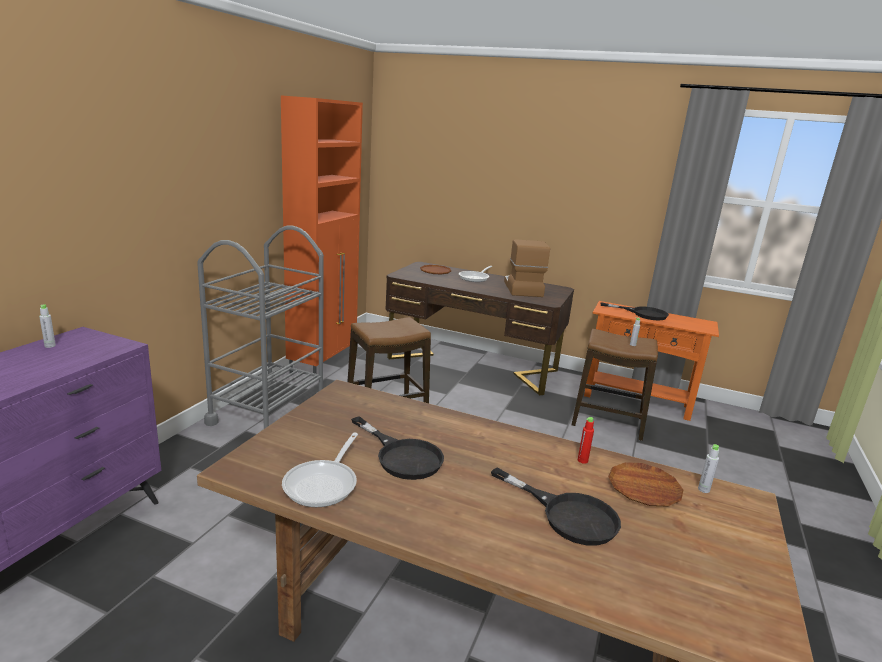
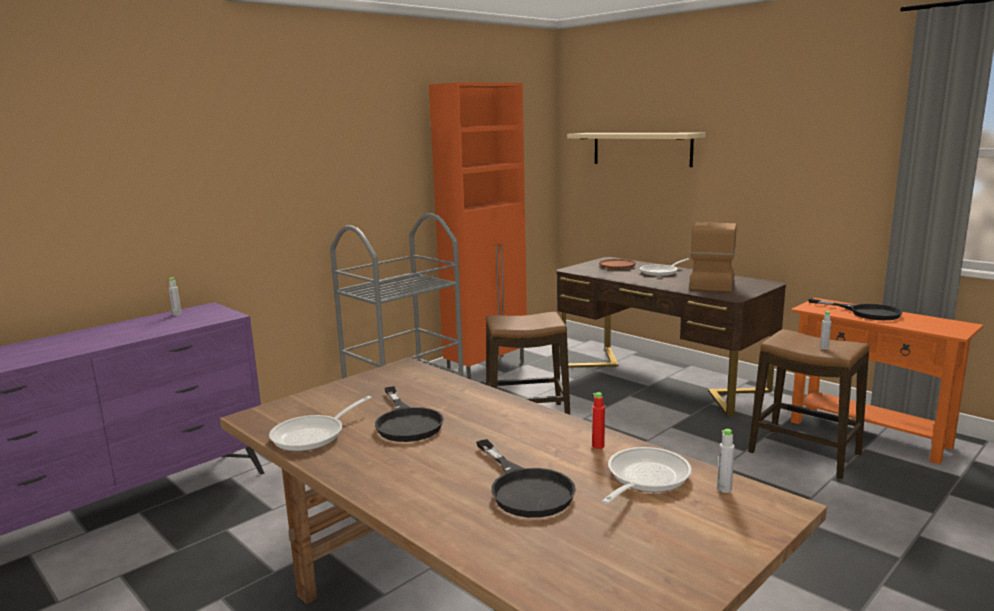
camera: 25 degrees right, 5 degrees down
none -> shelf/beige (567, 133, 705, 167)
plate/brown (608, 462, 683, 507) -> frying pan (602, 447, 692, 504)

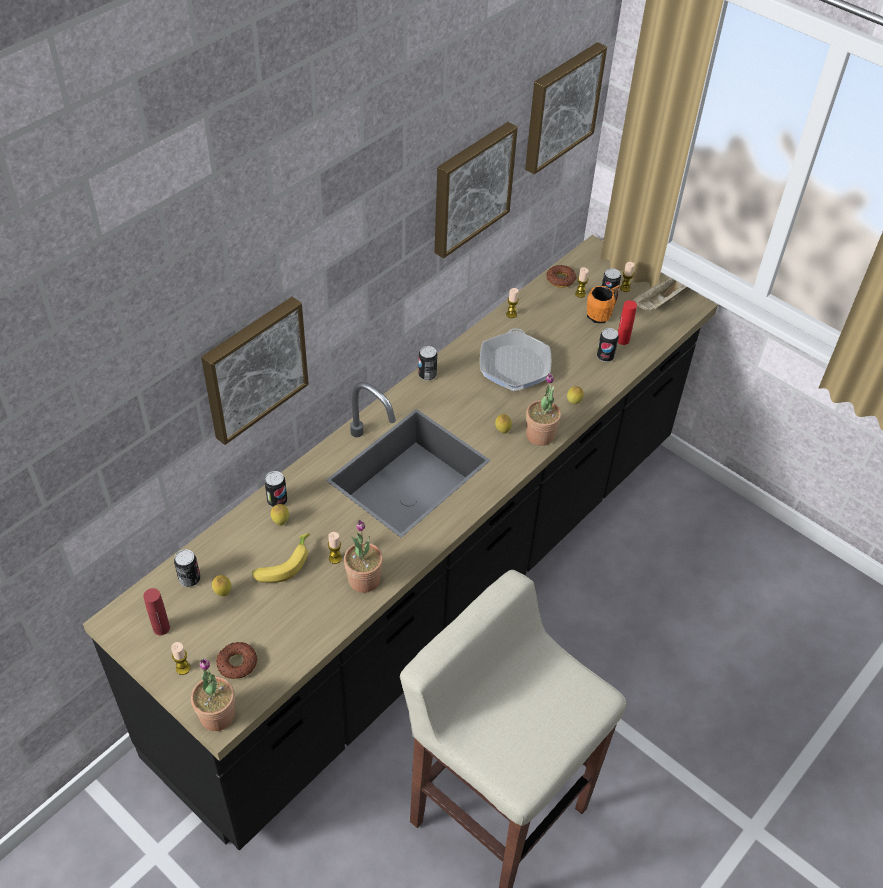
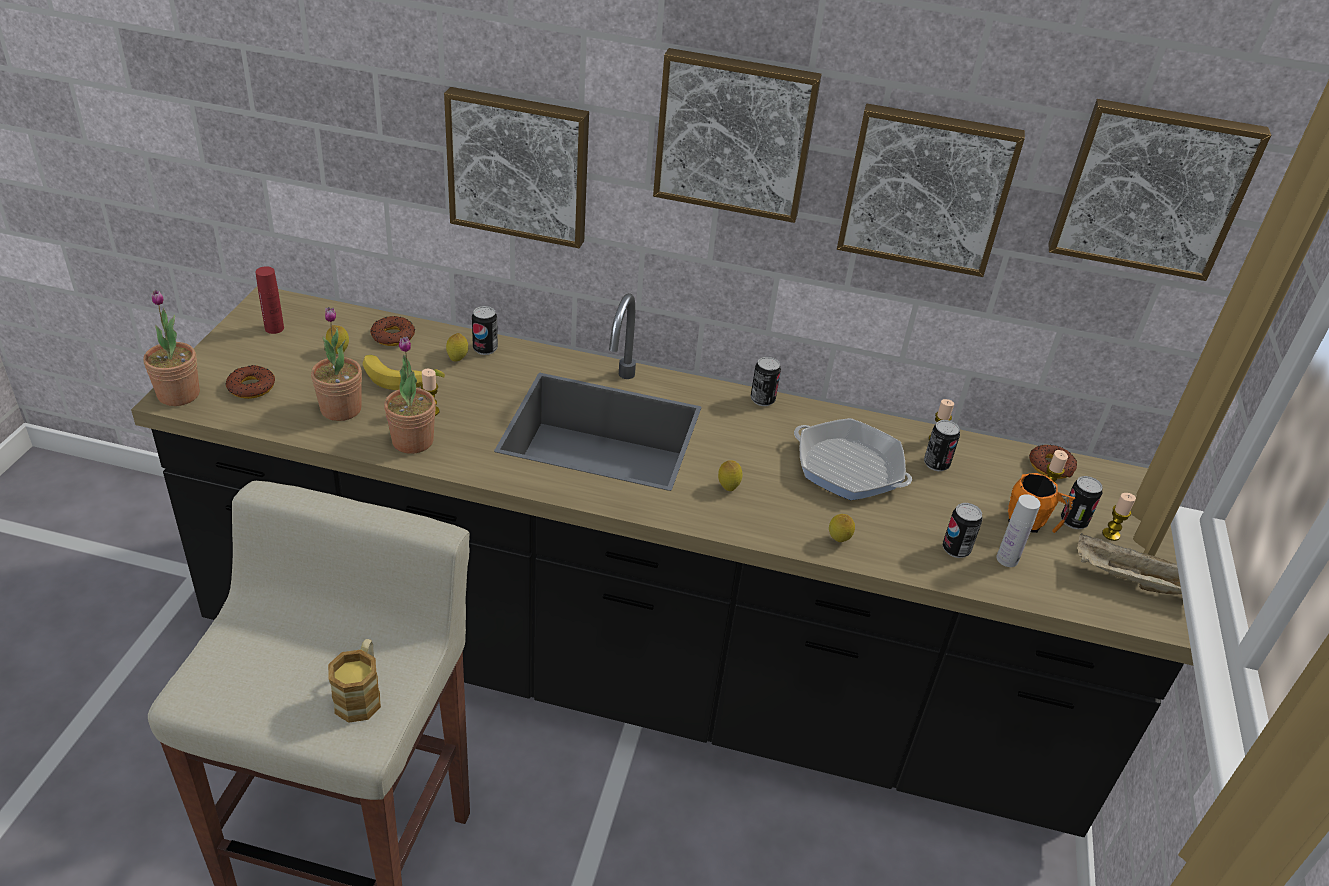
camera: 60 degrees right, 10 degrees down
potted plant (526, 373, 561, 446) -> potted plant (311, 307, 362, 421), shifted
none -> mug (328, 639, 381, 723)
none -> donut (370, 316, 415, 346)
none -> picture (653, 48, 822, 223)
frying pan (480, 328, 551, 391) -> frying pan (794, 418, 912, 500), 120 degrees counterclockwise
can (174, 549, 200, 587) -> can (924, 420, 960, 471), shifted
bottle/red (618, 300, 637, 345) -> bottle/white (996, 494, 1040, 567)
candle (171, 642, 190, 675) -> none

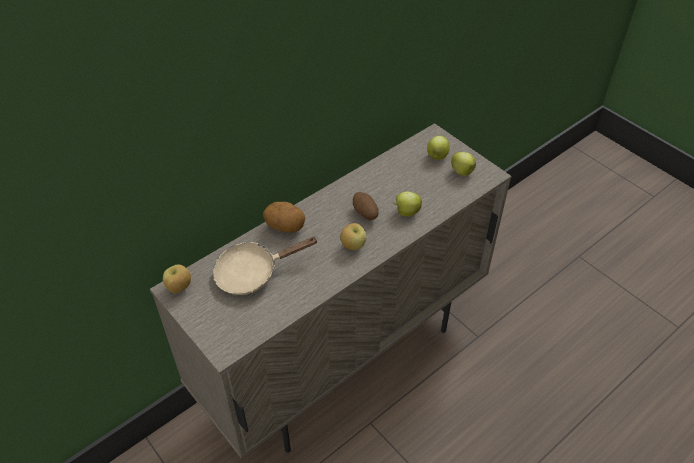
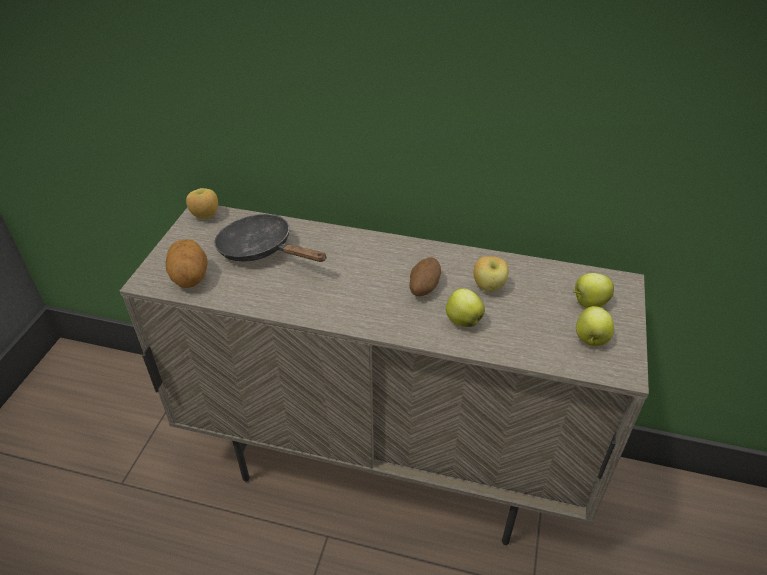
camera: 55 degrees right, 5 degrees down
potato (263, 202, 305, 232) -> potato (165, 239, 208, 288), shifted
frying pan/beige (213, 237, 317, 295) -> frying pan/black (214, 214, 327, 262)
apple (340, 223, 366, 250) -> apple (474, 256, 509, 292), shifted

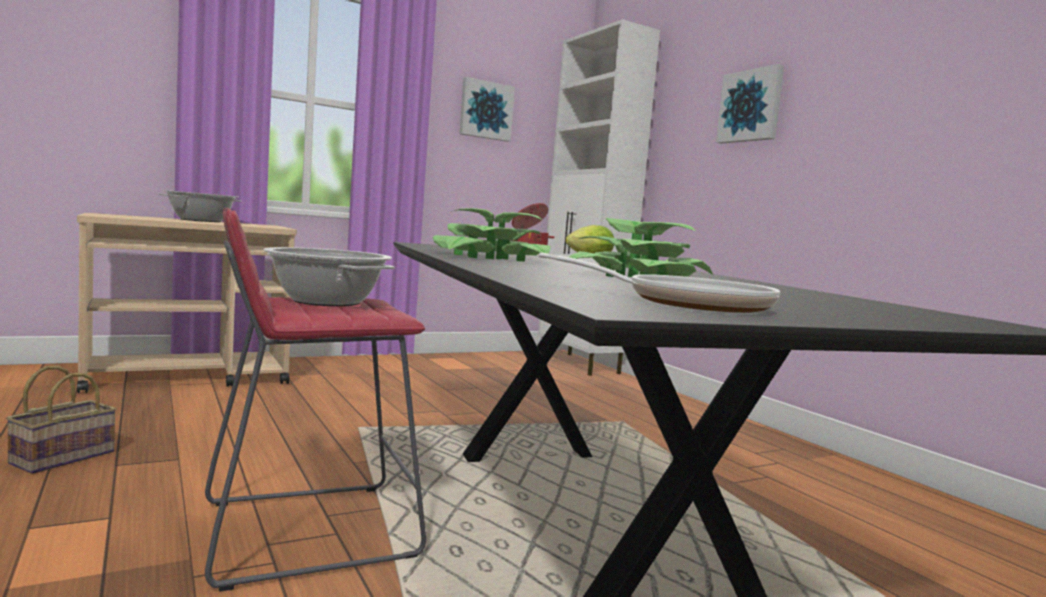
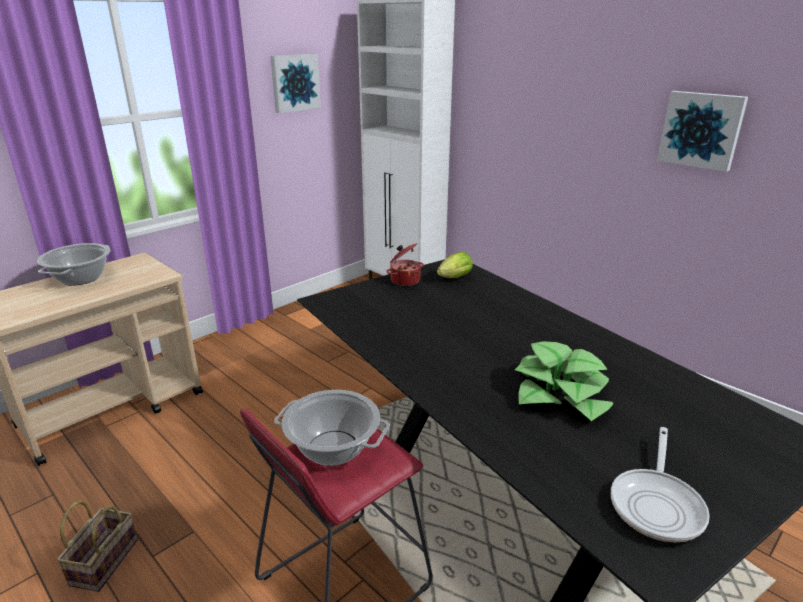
camera: 15 degrees left, 20 degrees up
frying pan (539, 253, 780, 313) -> frying pan (611, 427, 710, 542), 105 degrees clockwise
picture (716, 64, 784, 144) -> picture (657, 91, 748, 172), shifted
potted plant (433, 208, 550, 262) -> none

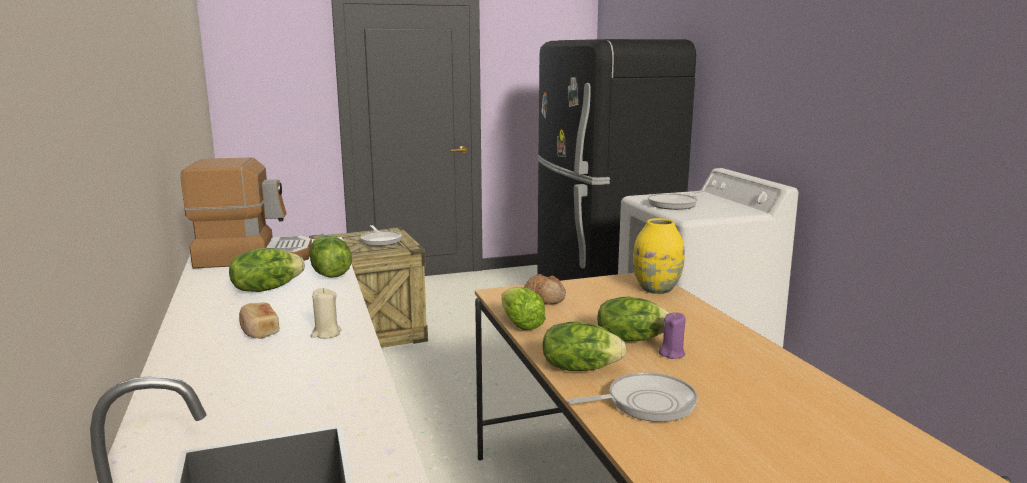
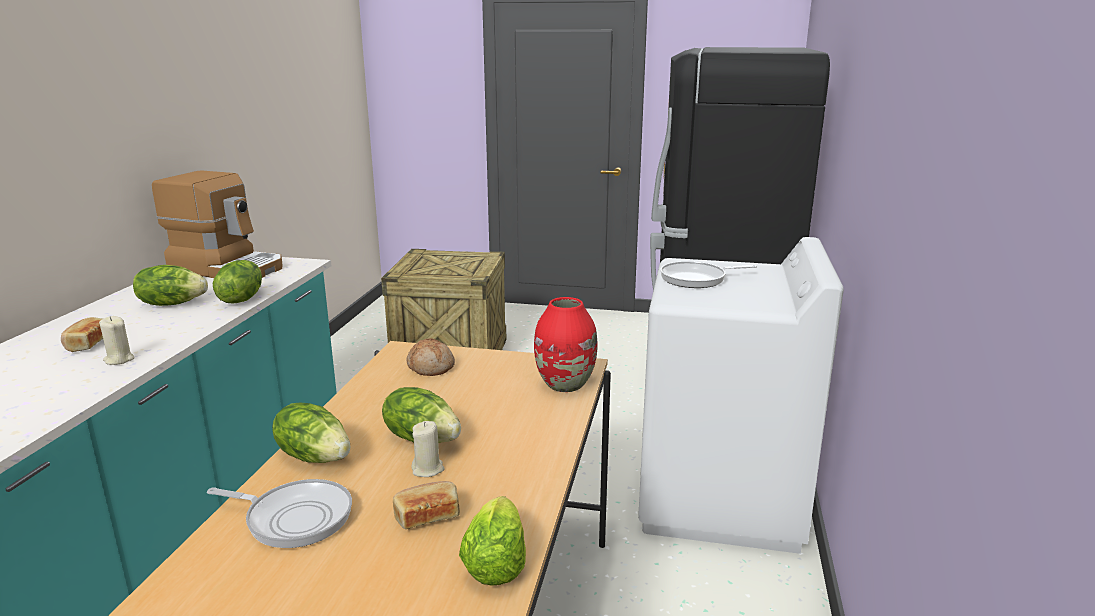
camera: 30 degrees right, 5 degrees up
none -> bread (393, 481, 460, 529)
candle/purple (659, 312, 686, 359) -> candle/beige (412, 421, 445, 477)
lettuce (501, 287, 546, 330) -> lettuce (459, 496, 526, 586), shifted
vase/yellow (633, 218, 685, 294) -> vase/red (534, 297, 598, 392)
frying pan (360, 225, 401, 246) -> none

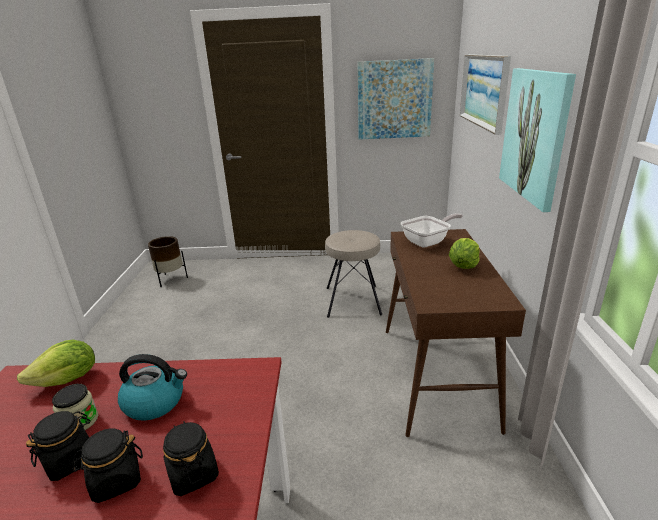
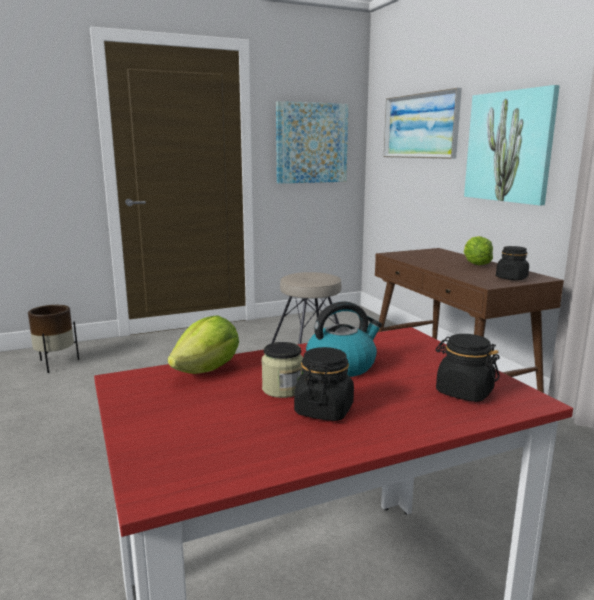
camera: 25 degrees left, 10 degrees down
jar/black (72, 428, 143, 503) -> jar/black (496, 246, 529, 280), shifted
frying pan (401, 213, 463, 248) -> none

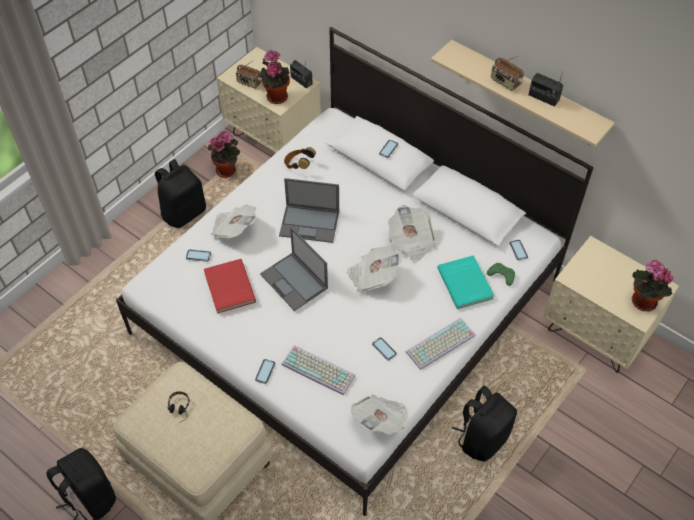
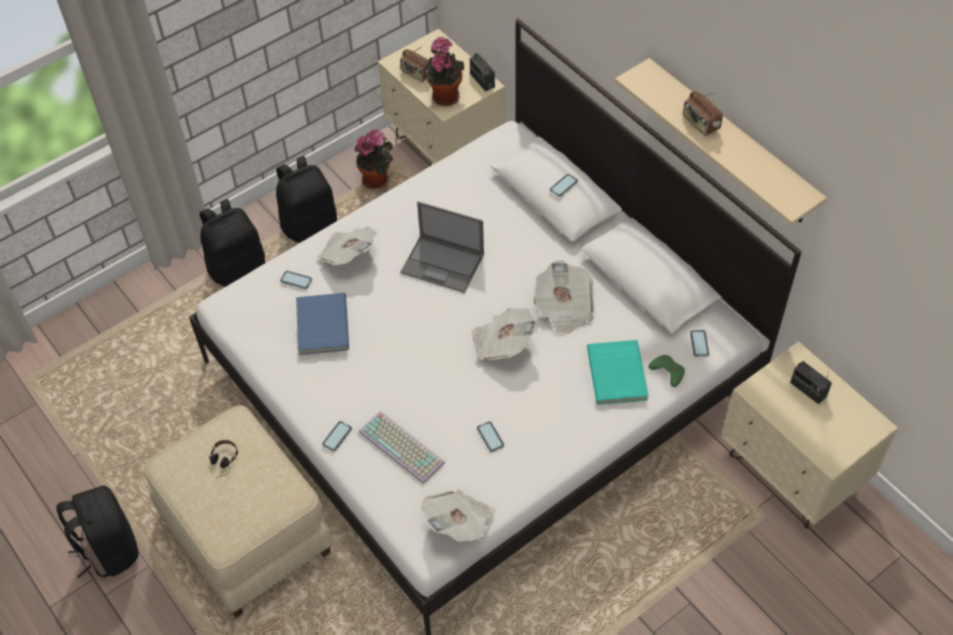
camera: 15 degrees right, 0 degrees up
backpack/black (452, 386, 517, 462) -> backpack/black (200, 199, 265, 287), shifted
book/red (204, 259, 256, 314) -> book/blue (296, 293, 349, 355)
radio (528, 73, 563, 107) -> radio (790, 361, 832, 404), shifted
laptop (260, 227, 328, 311) -> none
headphones (284, 147, 316, 169) -> none
keyboard (406, 318, 476, 370) -> none
potted plant (632, 260, 673, 311) -> none

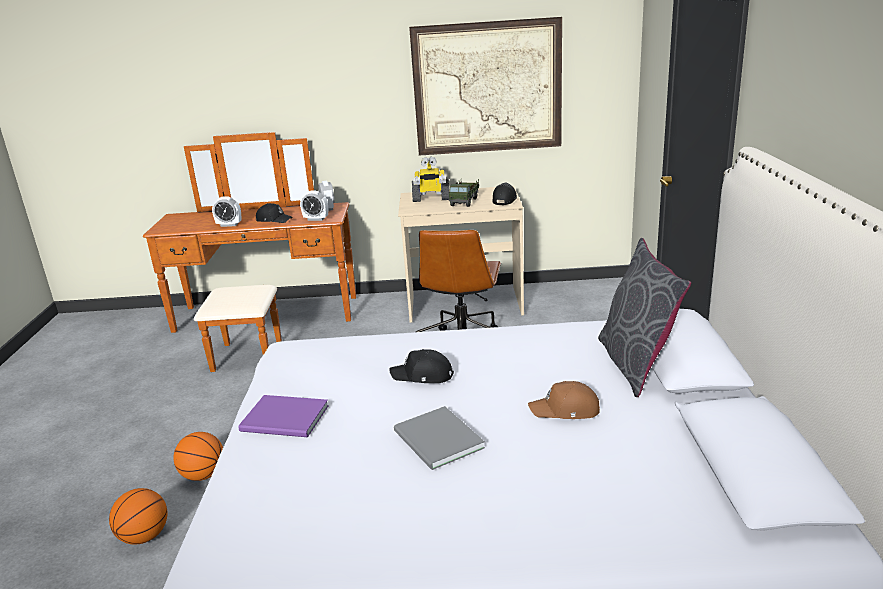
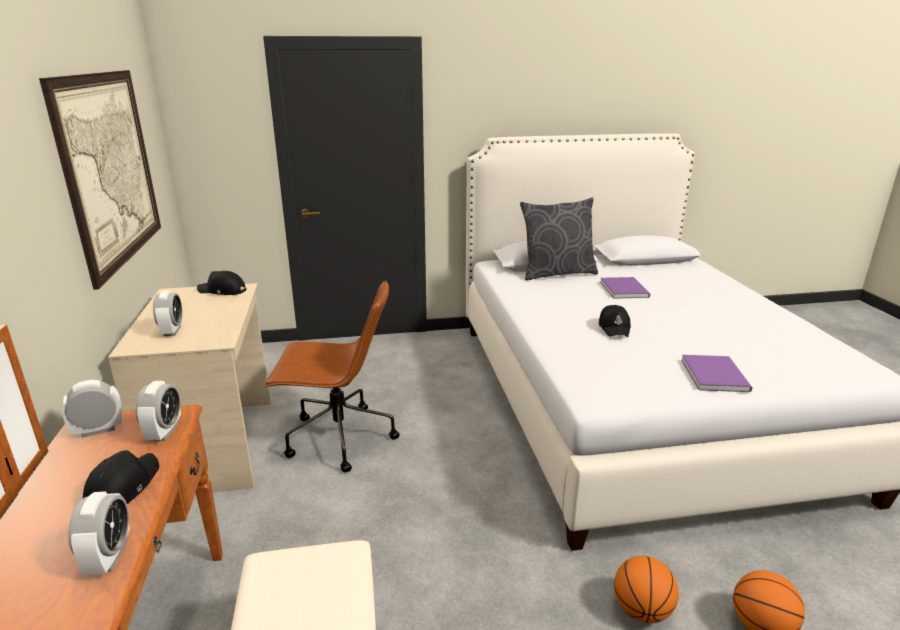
camera: 100 degrees left, 0 degrees up
toy robot (412, 157, 449, 202) -> alarm clock (153, 291, 182, 336)
cap/brown (528, 381, 600, 419) -> book/purple (600, 277, 650, 299)
book/grey (394, 406, 485, 470) -> none
toy truck (448, 179, 479, 207) -> none

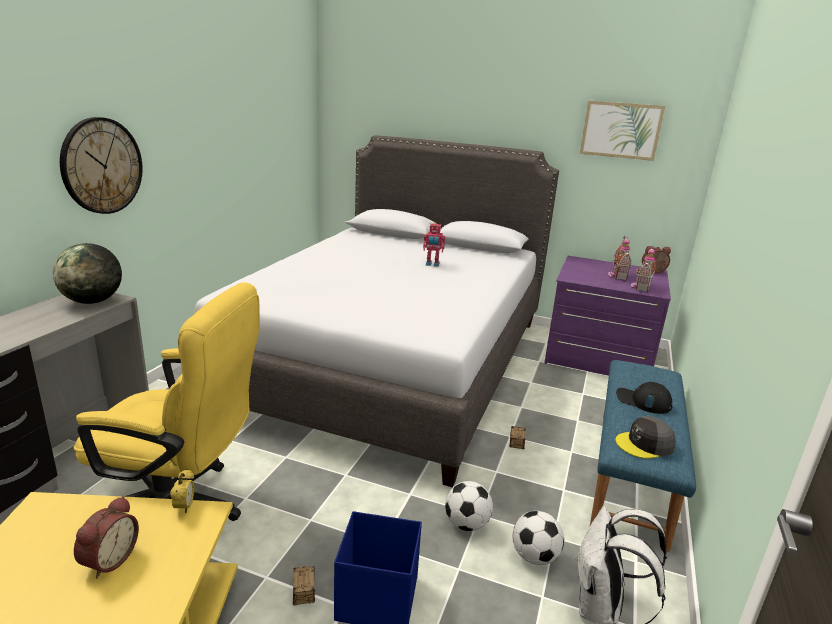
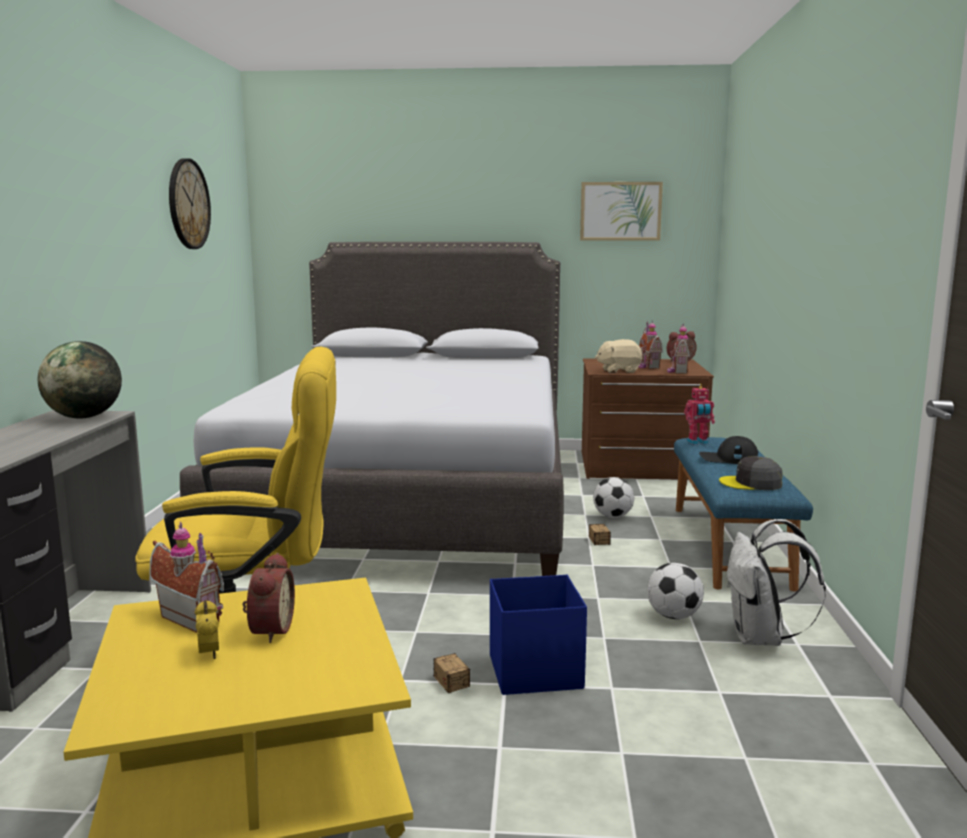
camera: 15 degrees left, 10 degrees down
none -> toy house (149, 522, 224, 633)
wall clock (60, 117, 143, 214) -> wall clock (169, 158, 211, 249), shifted
alarm clock (170, 469, 194, 513) -> alarm clock (195, 600, 219, 659), shifted
dresser/purple (545, 256, 671, 375) -> dresser/brown (582, 358, 714, 480)
football (445, 481, 493, 531) -> football (593, 477, 634, 518), shifted
none -> plush toy/beige (595, 339, 642, 373)
toy robot (423, 223, 445, 267) -> toy robot (684, 386, 715, 444), shifted
cap/grey (615, 416, 676, 459) -> cap/grey (719, 456, 783, 490), 45 degrees clockwise

